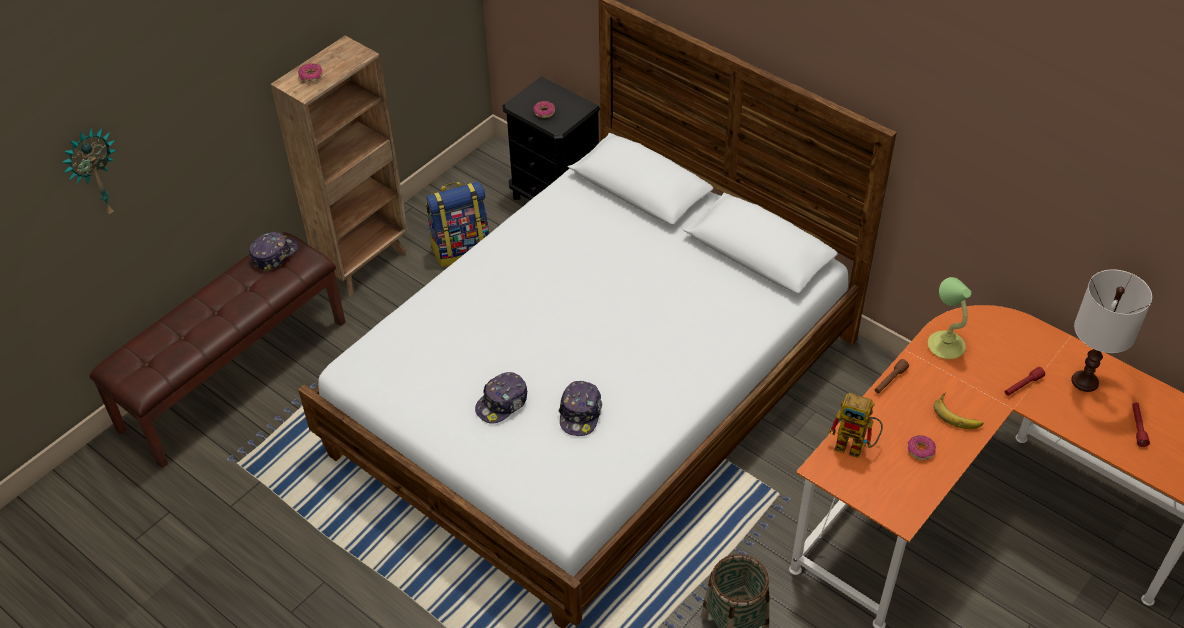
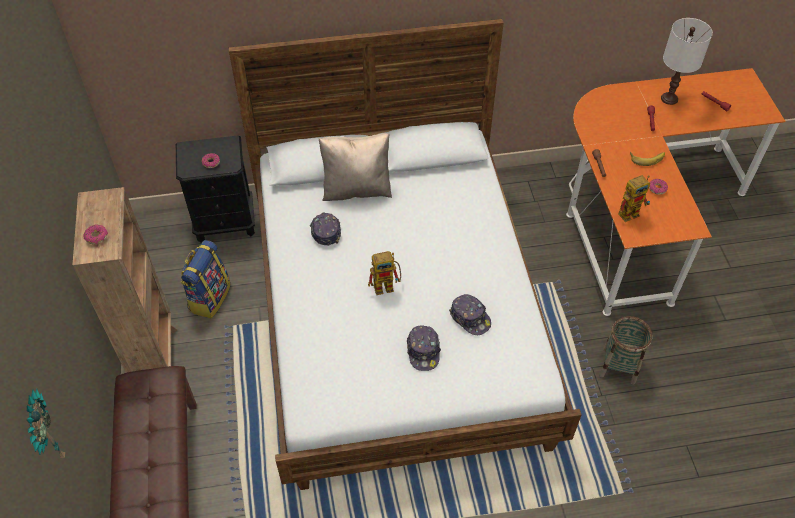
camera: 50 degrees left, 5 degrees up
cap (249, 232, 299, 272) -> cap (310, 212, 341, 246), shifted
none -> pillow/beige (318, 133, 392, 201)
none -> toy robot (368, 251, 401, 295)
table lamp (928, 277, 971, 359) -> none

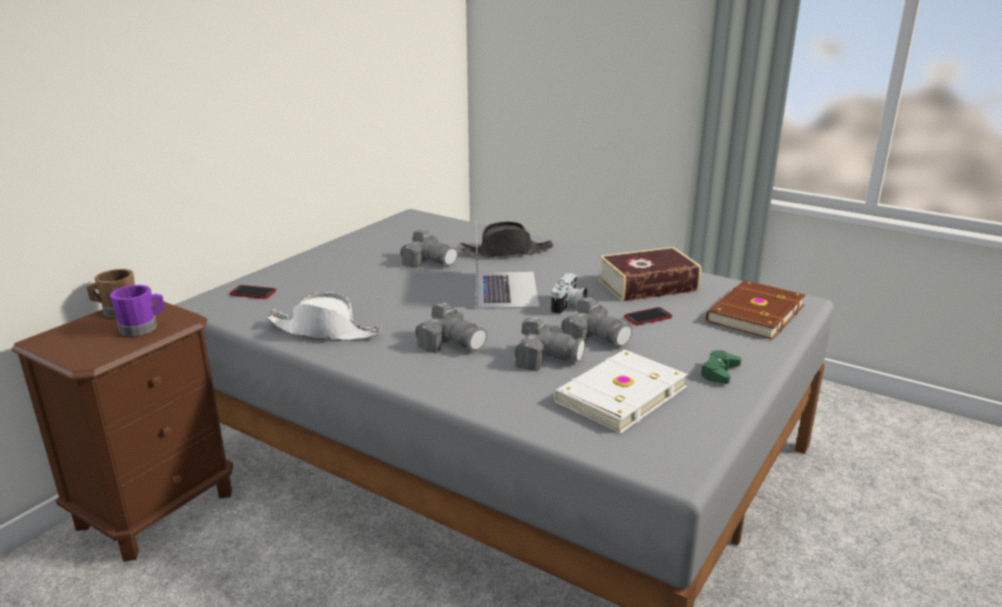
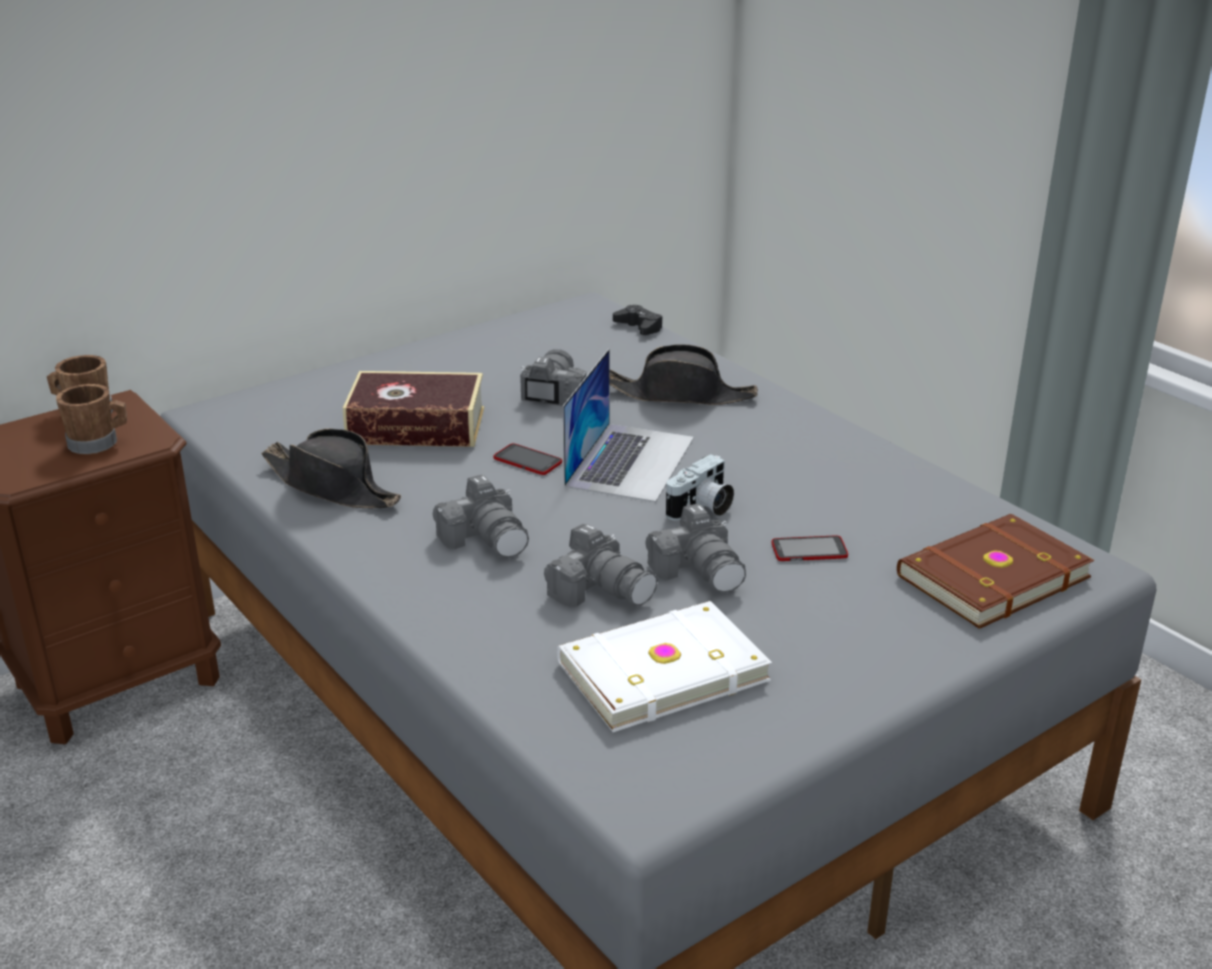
camera: 20 degrees right, 5 degrees up
mug/purple (110, 285, 164, 336) -> mug/brown (56, 384, 127, 454)
hat/white (266, 292, 381, 341) -> hat/black (261, 428, 401, 508)
book (598, 247, 702, 302) -> book (343, 371, 484, 447), shifted
phone (230, 285, 276, 299) -> phone (493, 443, 562, 475), shifted
photo camera (400, 230, 457, 268) -> photo camera (520, 349, 586, 407), 135 degrees counterclockwise
none -> game controller/black (613, 305, 663, 335)
game controller/green (700, 350, 742, 384) -> none

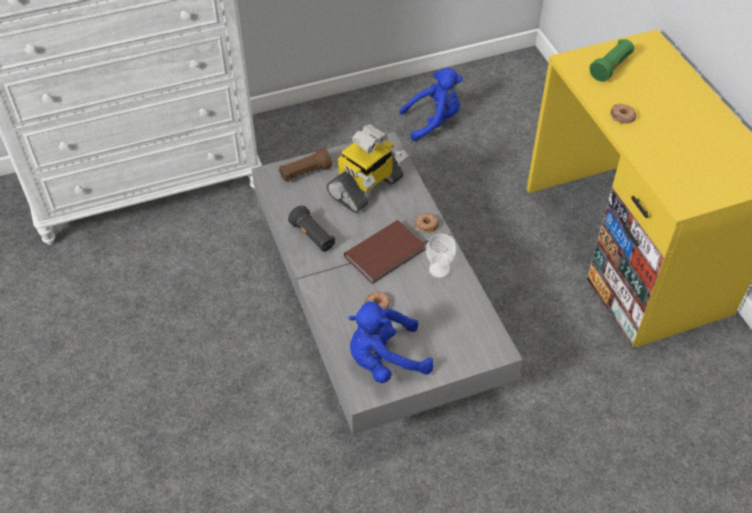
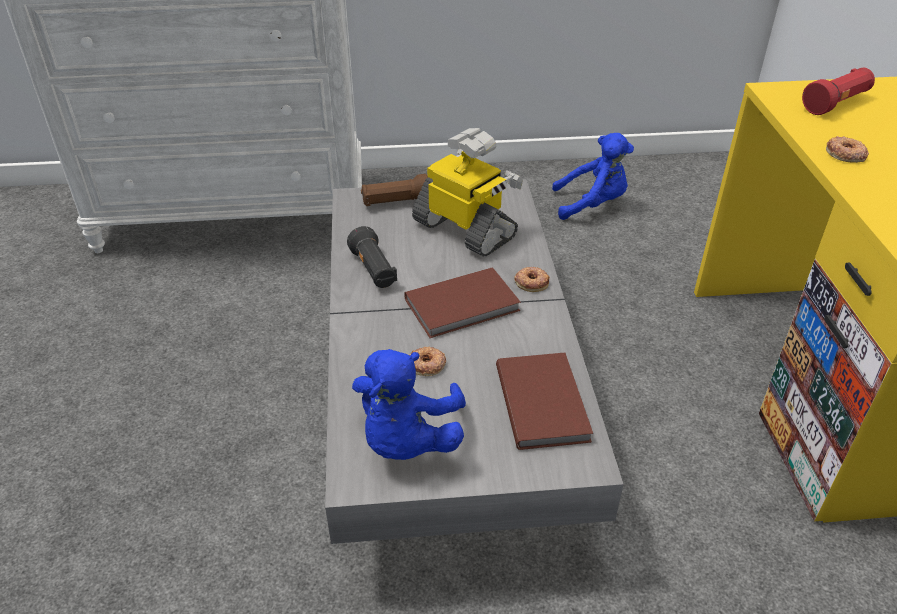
camera: 15 degrees right, 10 degrees down
plush toy/blue (349, 301, 434, 383) -> plush toy/blue (352, 349, 466, 460), 75 degrees counterclockwise
toy robot (326, 124, 407, 213) -> toy robot (412, 128, 523, 257), 105 degrees counterclockwise
none -> book/brown (496, 353, 593, 450)
flashlight/green (589, 39, 634, 82) -> flashlight/red (802, 68, 875, 115)
cup (426, 234, 456, 279) -> none

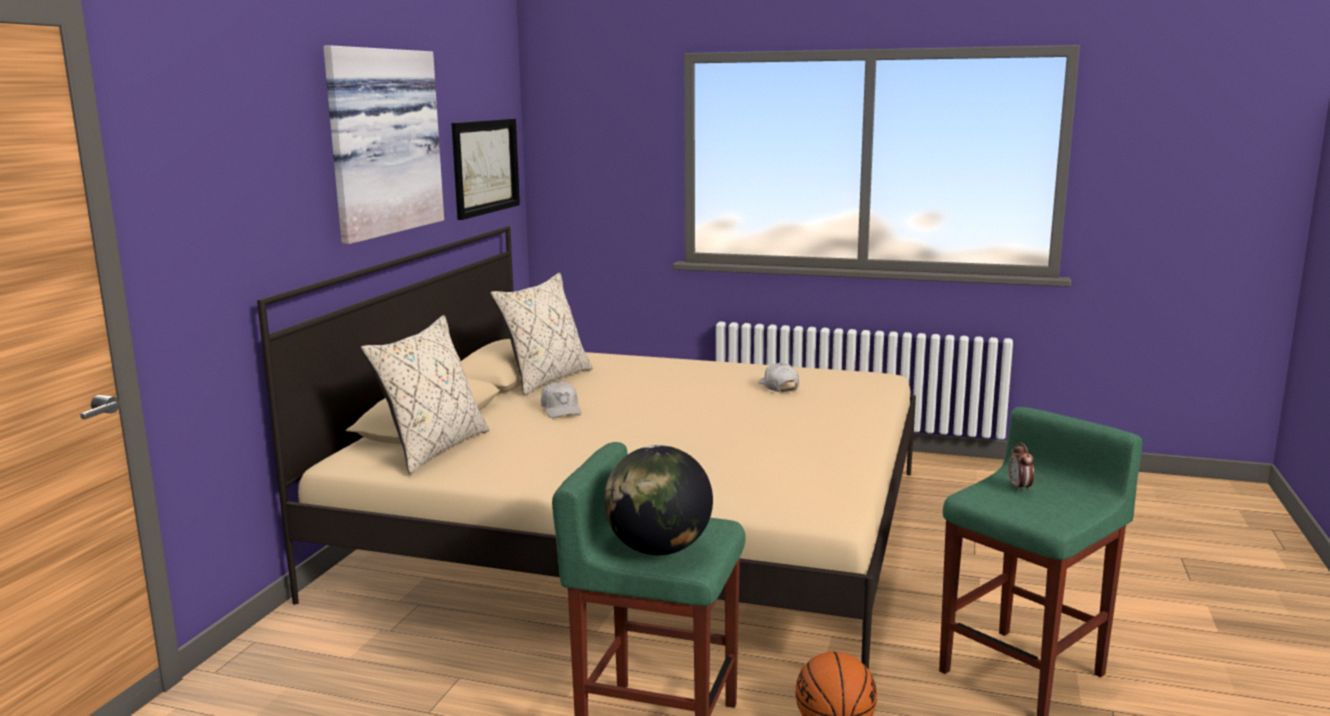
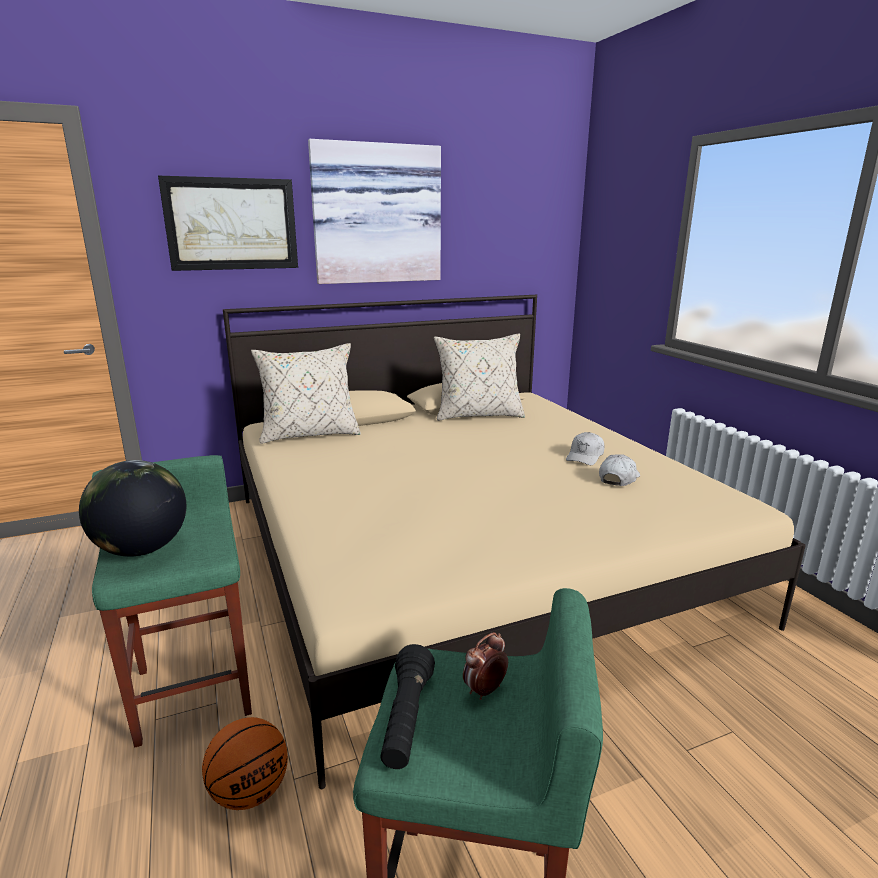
camera: 50 degrees right, 5 degrees up
picture (451, 119, 520, 220) -> picture (158, 176, 298, 271), shifted
none -> flashlight/black (380, 644, 435, 769)
cap/white (541, 381, 582, 418) -> cap/white (566, 432, 605, 465), shifted

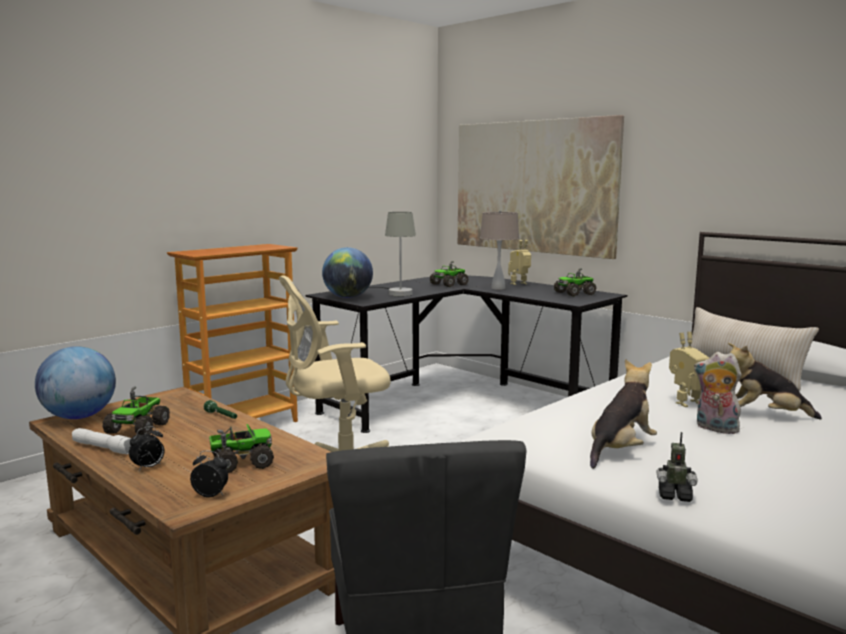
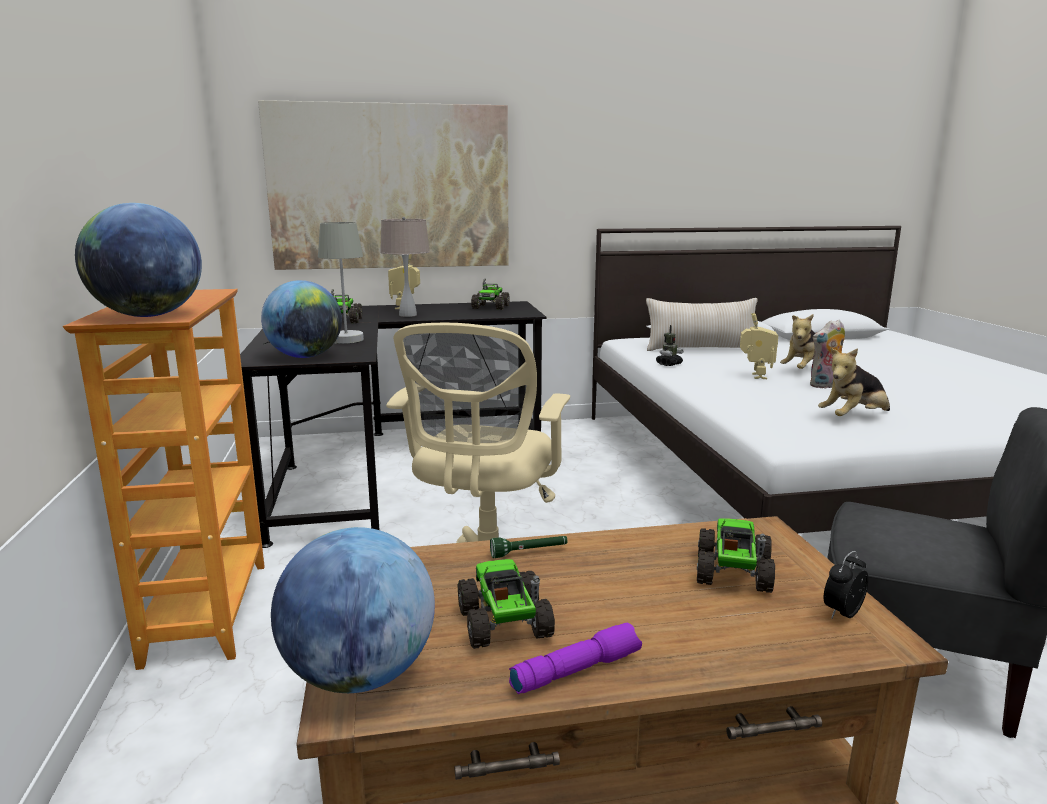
camera: 55 degrees left, 5 degrees up
none -> globe (75, 203, 202, 317)
toy truck (102, 386, 170, 435) -> toy truck (458, 559, 555, 649), 150 degrees counterclockwise
flashlight/white (72, 428, 131, 454) -> flashlight/purple (509, 623, 642, 694)
toy robot (656, 432, 698, 502) -> toy robot (656, 325, 683, 366), shifted
plush toy (590, 359, 657, 469) -> plush toy (818, 348, 890, 416), 105 degrees counterclockwise
alarm clock (129, 426, 165, 471) -> none

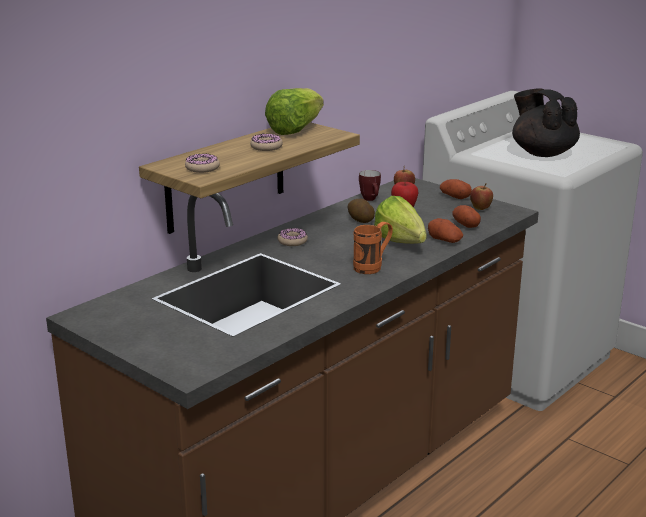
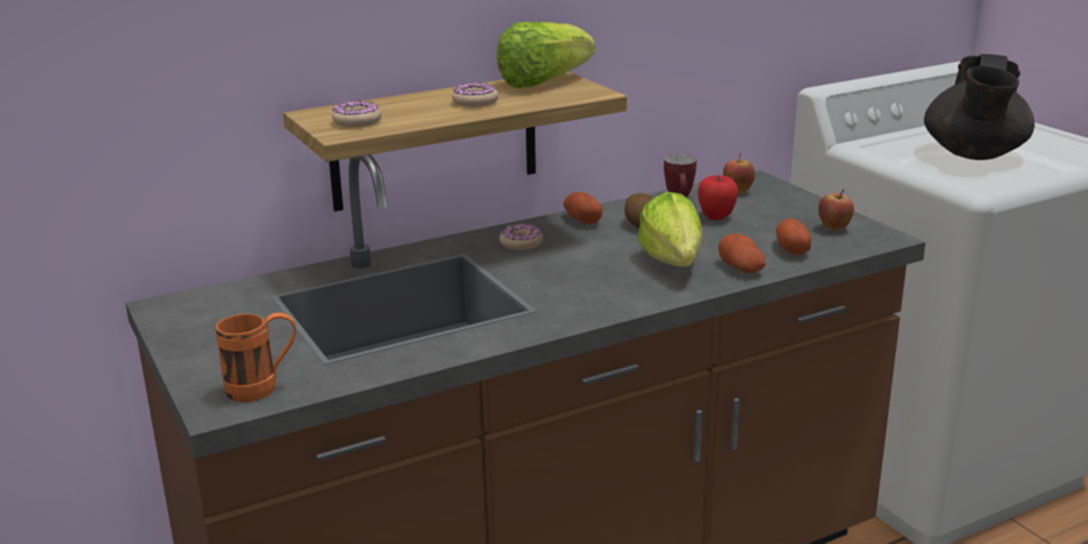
camera: 20 degrees right, 0 degrees up
mug/orange (353, 222, 393, 274) -> mug/orange (215, 312, 296, 402), shifted
potato (440, 179, 472, 199) -> potato (563, 192, 603, 224), shifted
teapot/black (512, 88, 580, 157) -> teapot/black (924, 54, 1035, 160), 150 degrees counterclockwise

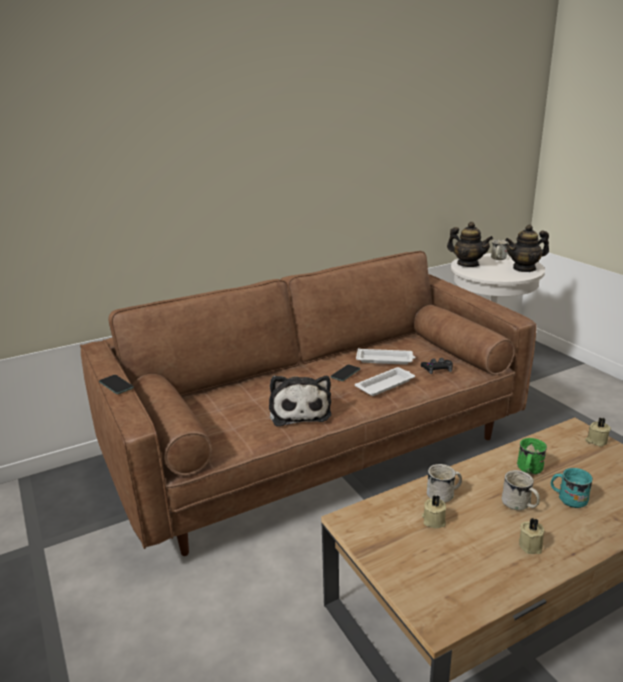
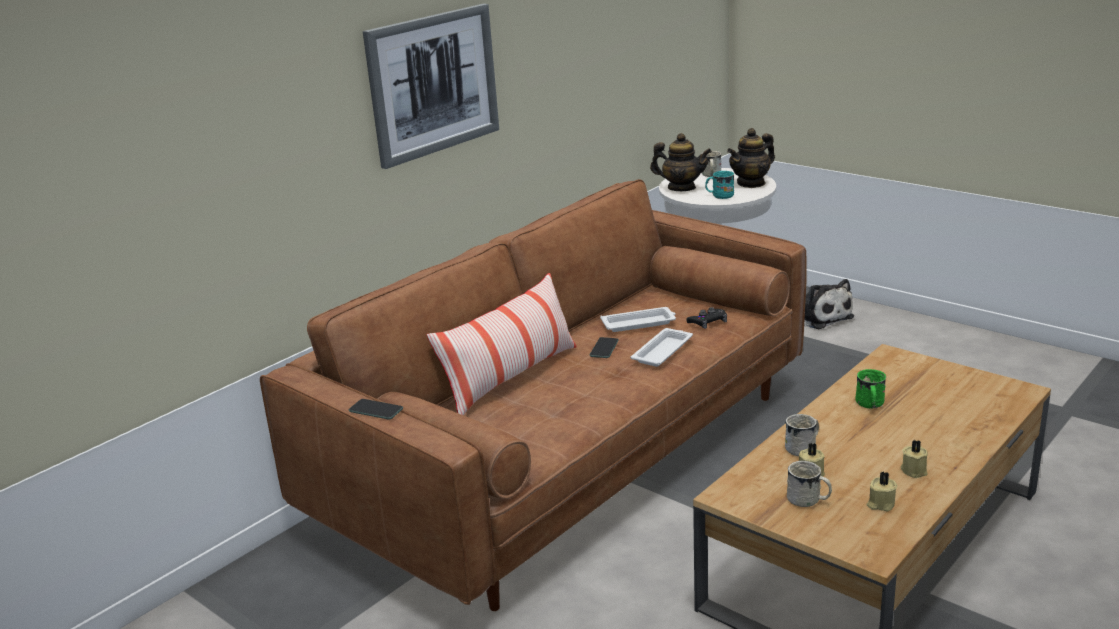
camera: 20 degrees left, 0 degrees up
none -> picture (363, 4, 499, 169)
none -> pillow (427, 273, 577, 415)
mug/turquoise (551, 468, 593, 508) -> mug/turquoise (705, 171, 734, 199), shifted
mug/white (502, 470, 540, 510) -> mug/white (787, 461, 832, 507), shifted
plush toy (269, 376, 331, 426) -> plush toy (804, 279, 854, 329), shifted
candle/beige (585, 417, 611, 447) -> candle/beige (867, 471, 897, 511), shifted

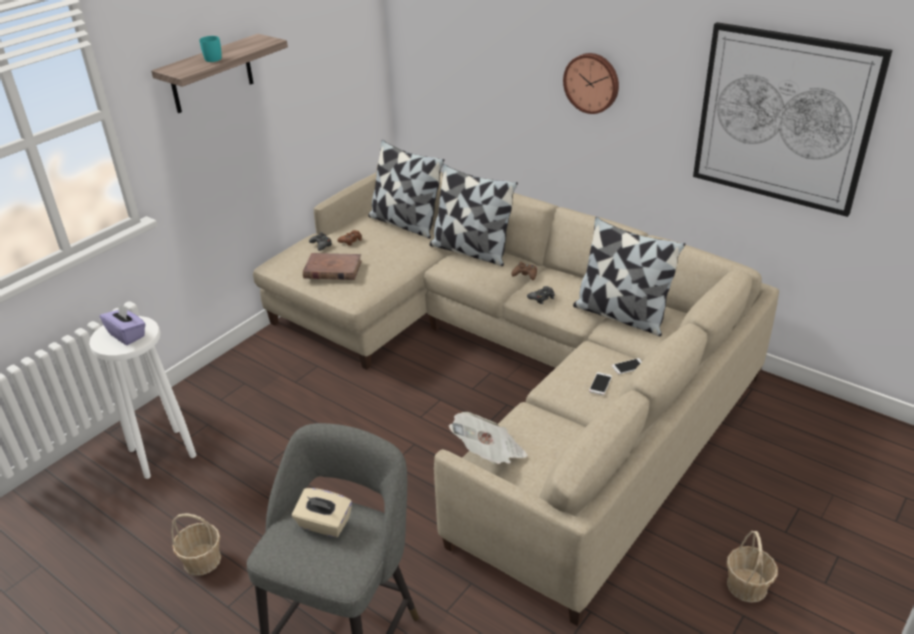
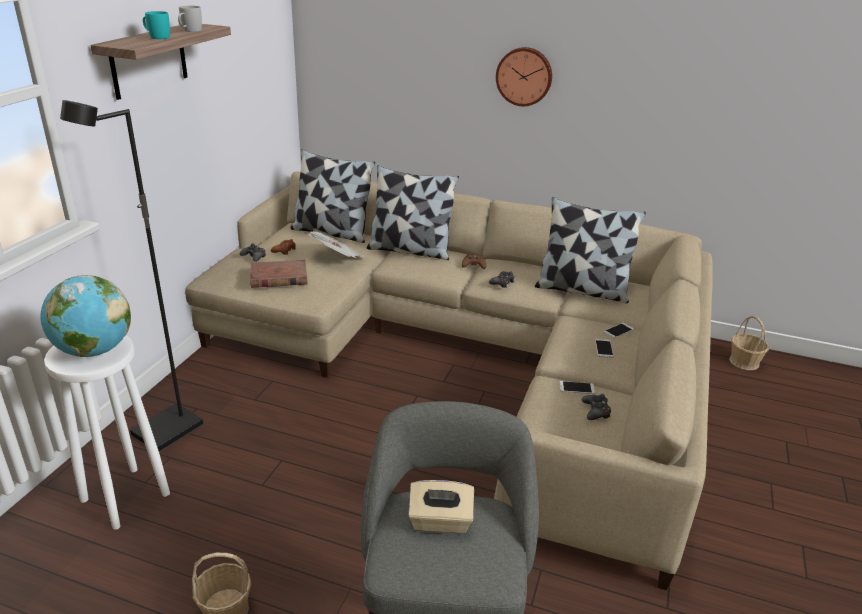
camera: 20 degrees left, 5 degrees down
tissue box/purple (100, 304, 146, 345) -> globe (40, 275, 131, 357)
none -> floor lamp/black (60, 100, 203, 452)
none -> mug/white (178, 6, 202, 32)
newspaper (448, 412, 528, 465) -> newspaper (308, 231, 366, 258), shifted
none -> phone (559, 381, 595, 394)
none -> game controller/black (582, 394, 611, 420)
basket (727, 531, 778, 603) -> basket (730, 316, 769, 370), shifted
picture (693, 22, 892, 217) -> none

